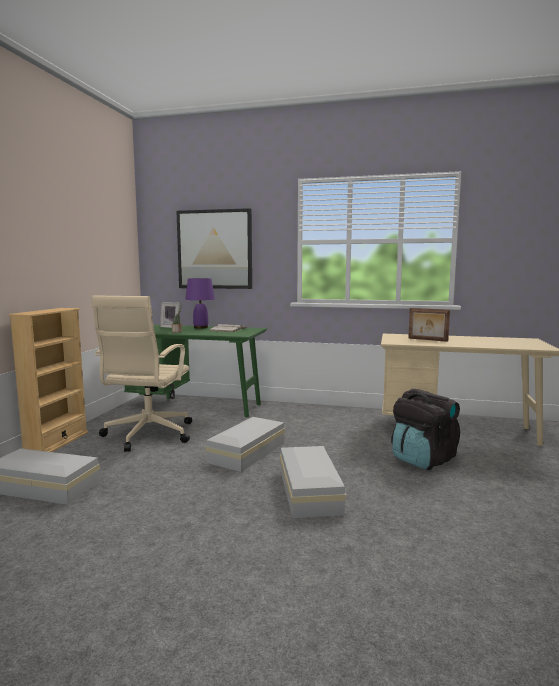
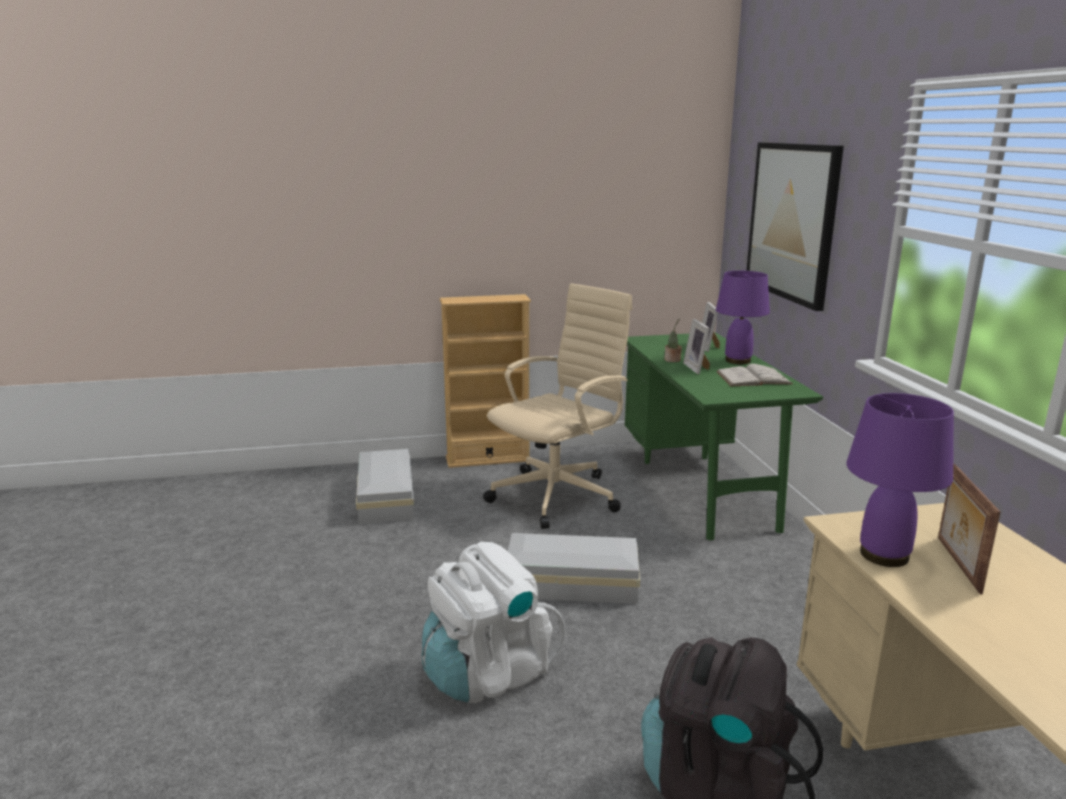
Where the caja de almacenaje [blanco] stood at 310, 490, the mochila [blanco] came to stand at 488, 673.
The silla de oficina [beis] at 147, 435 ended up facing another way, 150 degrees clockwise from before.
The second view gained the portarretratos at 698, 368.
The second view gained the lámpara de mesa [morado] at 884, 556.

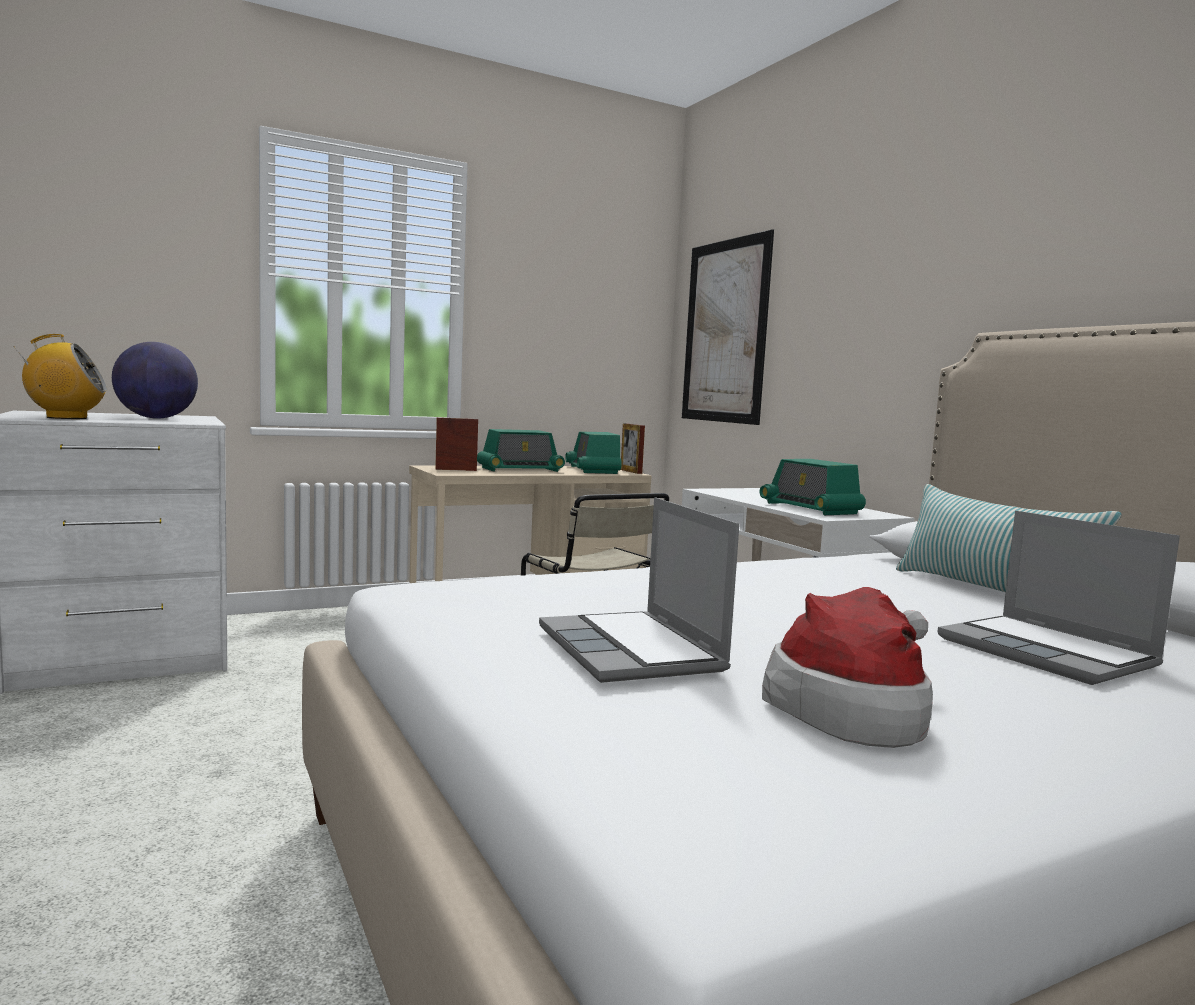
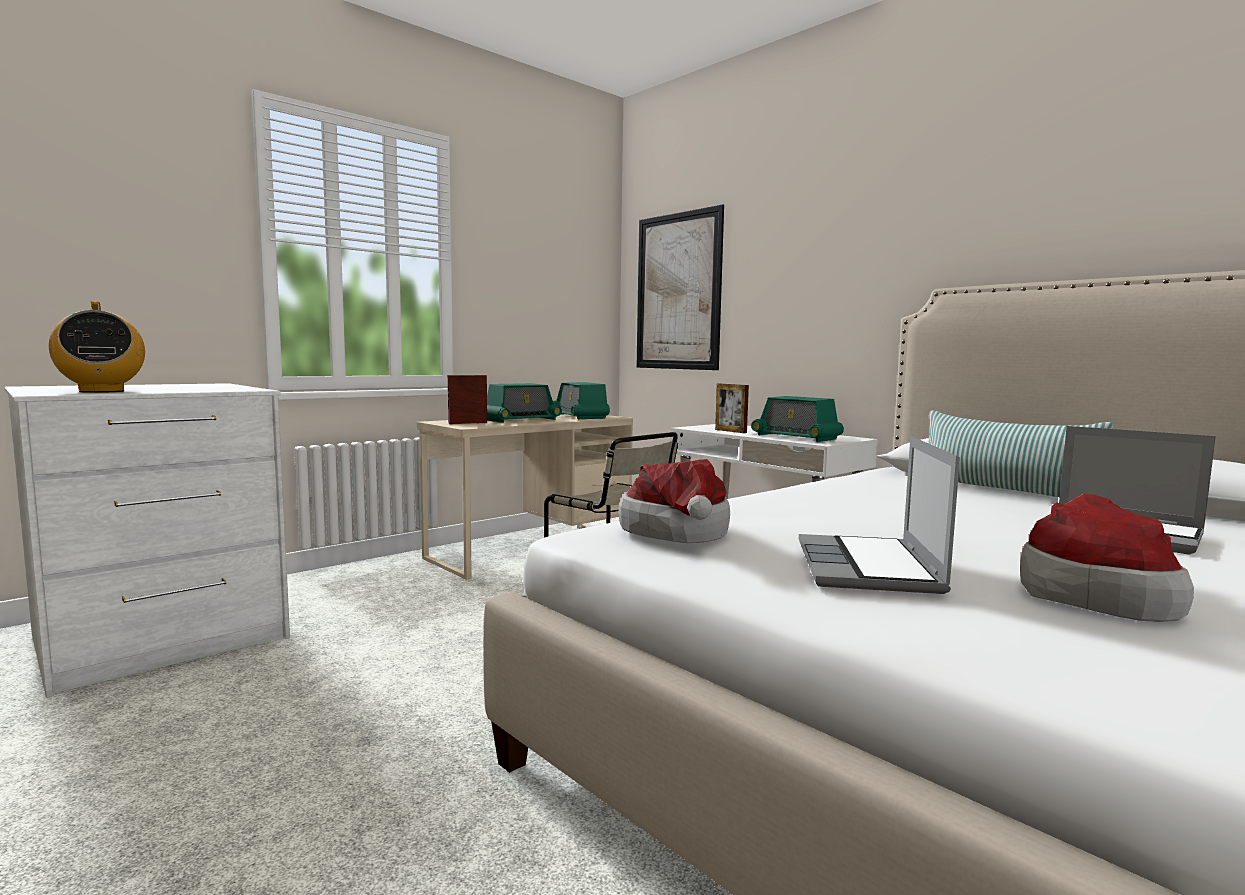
The radio at 66, 418 ended up facing another way, 90 degrees clockwise from before.
The second view gained the sombrero at 677, 533.
The portarretratos ended up elsewhere, having gone from 631, 471 to 730, 431.
The portátil at 632, 650 ended up facing another way, 45 degrees clockwise from before.
The second view lost the globo terráqueo at 156, 418.

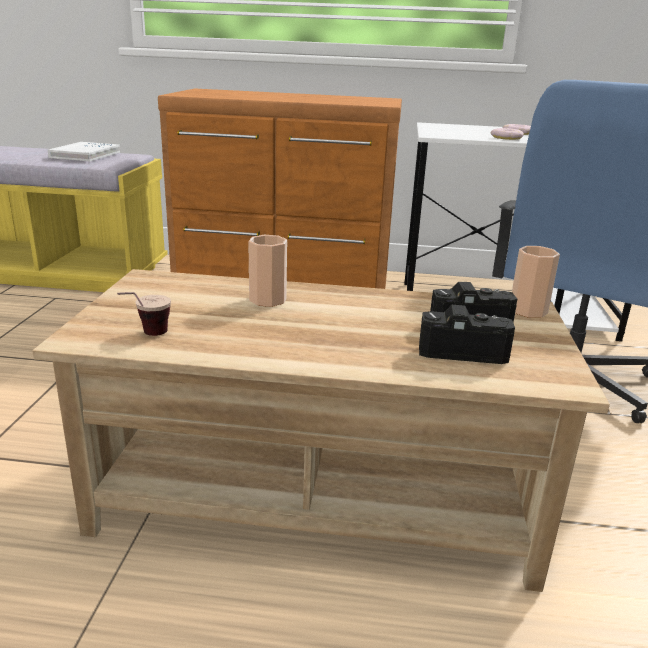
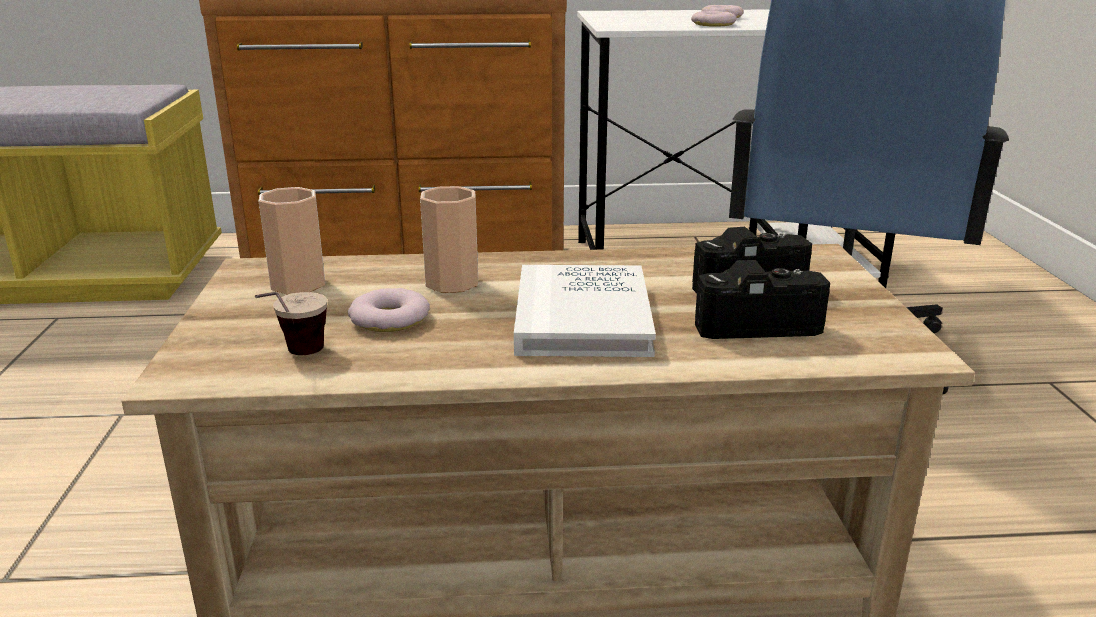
The taza ended up elsewhere, having gone from 528, 310 to 298, 284.
The second view gained the rosquilla at 389, 319.
The libro [blanco] ended up elsewhere, having gone from 85, 155 to 582, 317.

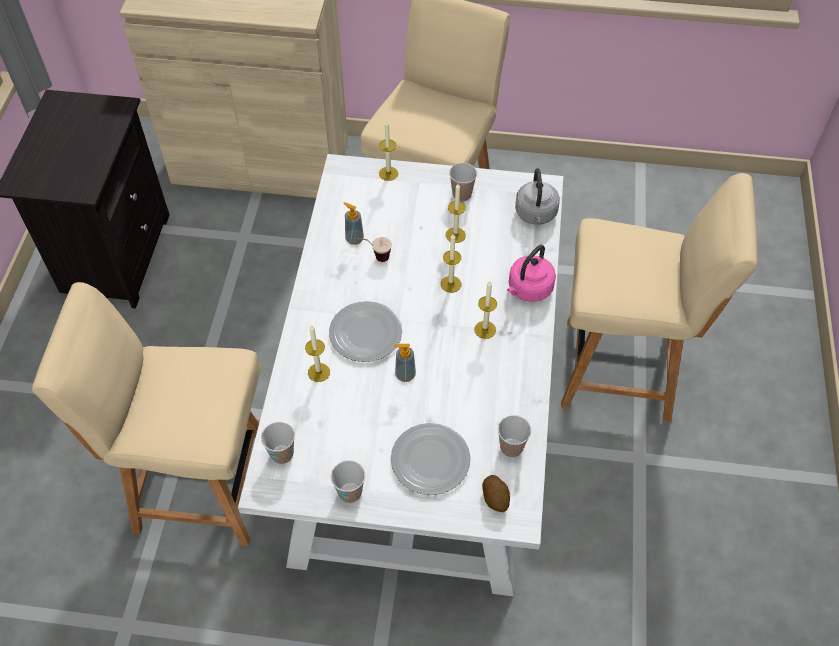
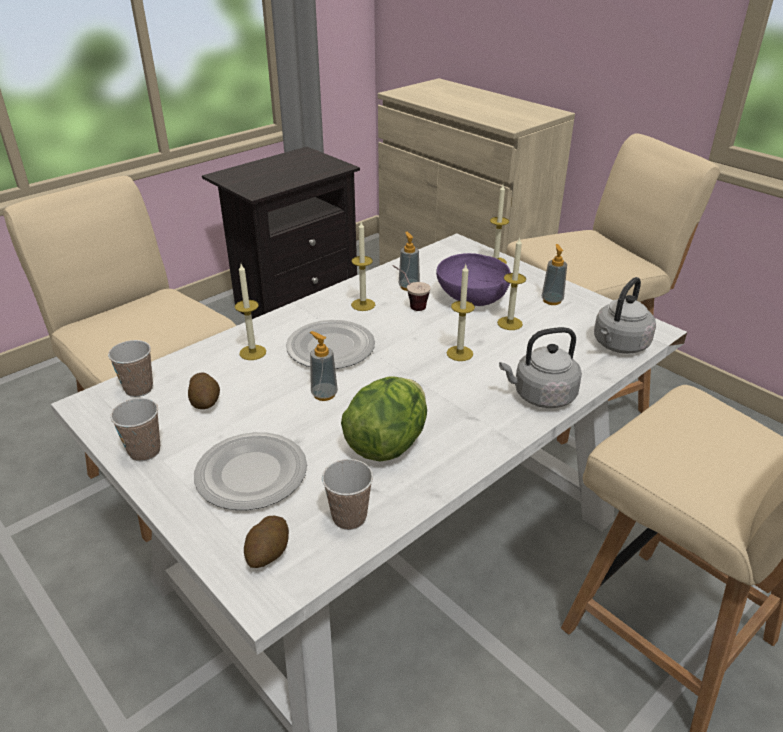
The second view gained the patata at 205, 402.
The second view gained the lechuga at 387, 443.
The vela ended up elsewhere, having gone from 485, 329 to 363, 304.
The second view gained the cuenco [morado] at 471, 297.
What was the hervidor [rosa] at 528, 289 turned into the hervidor [gris] at 541, 396.
Where the taza stood at 462, 194, the dispensador de jabón came to stand at 552, 300.

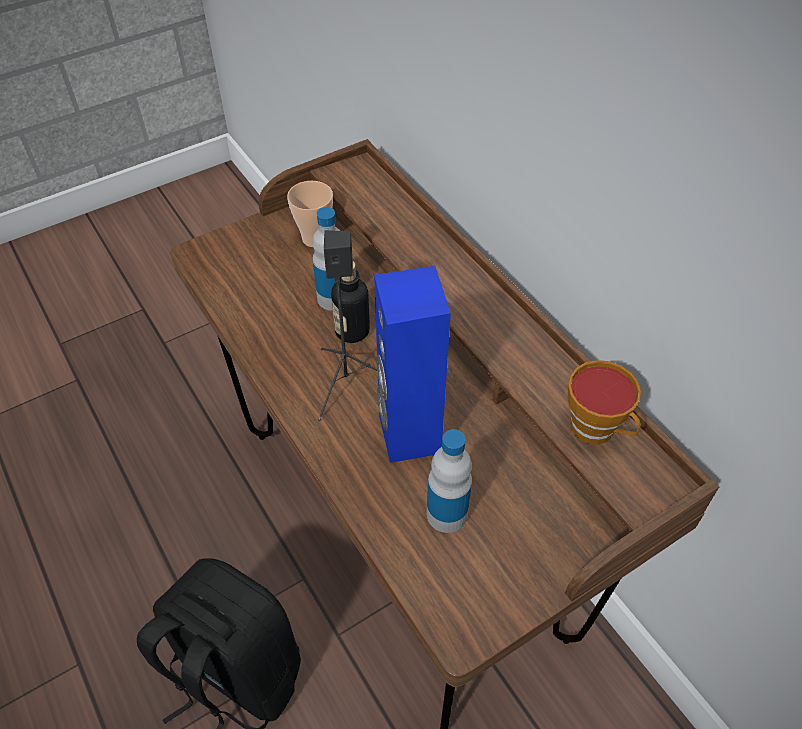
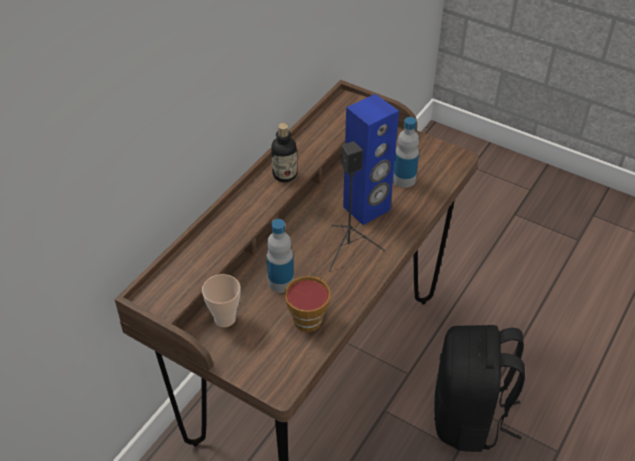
The botella ended up elsewhere, having gone from 352, 331 to 285, 175.
The taza ended up elsewhere, having gone from 597, 429 to 309, 317.

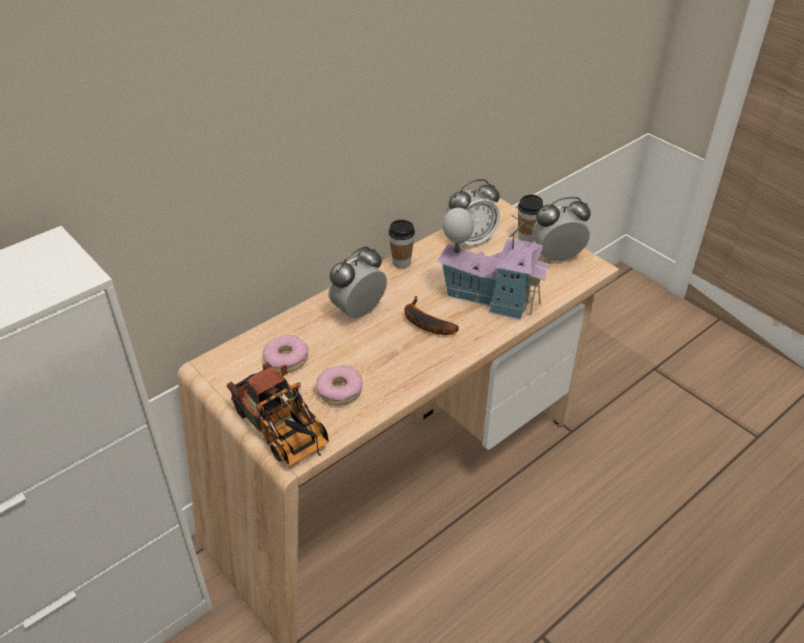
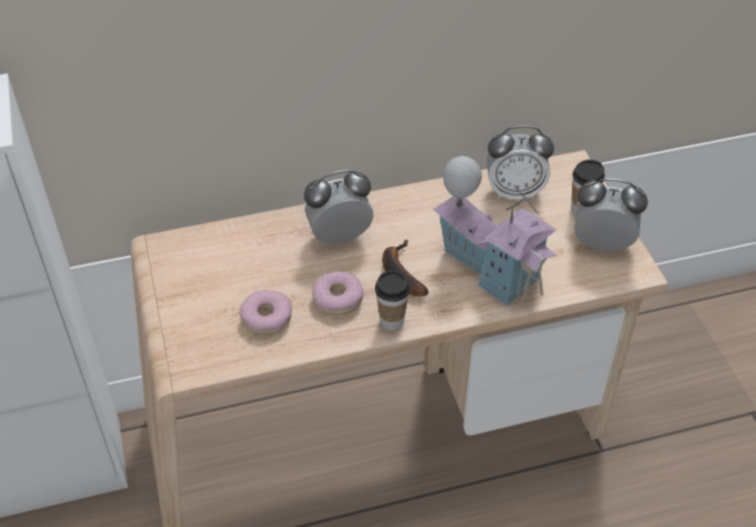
The rosquilla ended up elsewhere, having gone from 286, 359 to 338, 299.
The taza ended up elsewhere, having gone from 401, 263 to 391, 321.
The second view lost the camión de juguete at 283, 432.

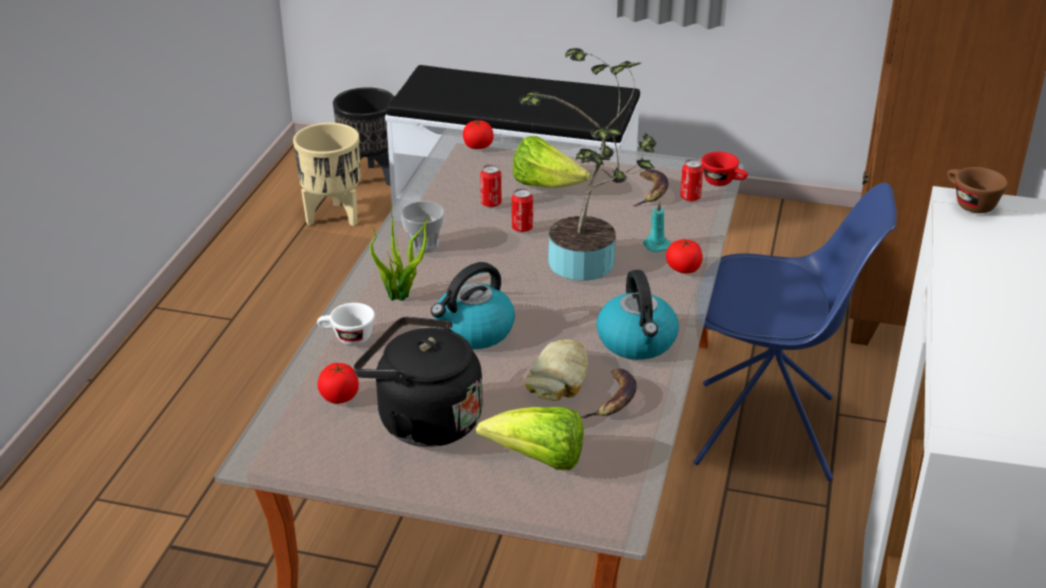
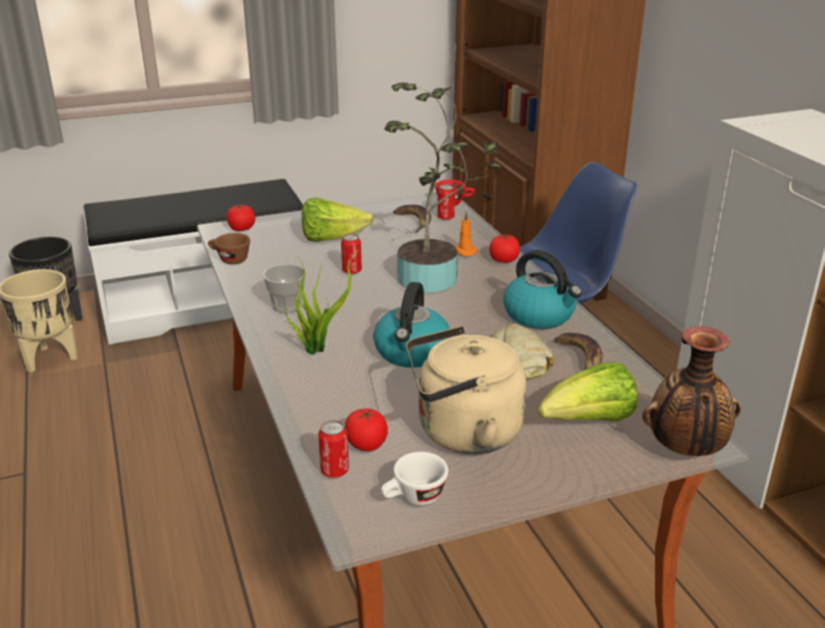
The taza [marrón] ended up elsewhere, having gone from 969, 203 to 229, 259.
The lata ended up elsewhere, having gone from 491, 203 to 334, 470.
The taza [blanco] ended up elsewhere, having gone from 347, 338 to 414, 498.
What was the hervidor [negro] at 423, 421 turned into the hervidor [beis] at 462, 433.
What was the vela [turquesa] at 655, 245 turned into the vela [naranja] at 463, 252.
The second view gained the florero at 685, 450.

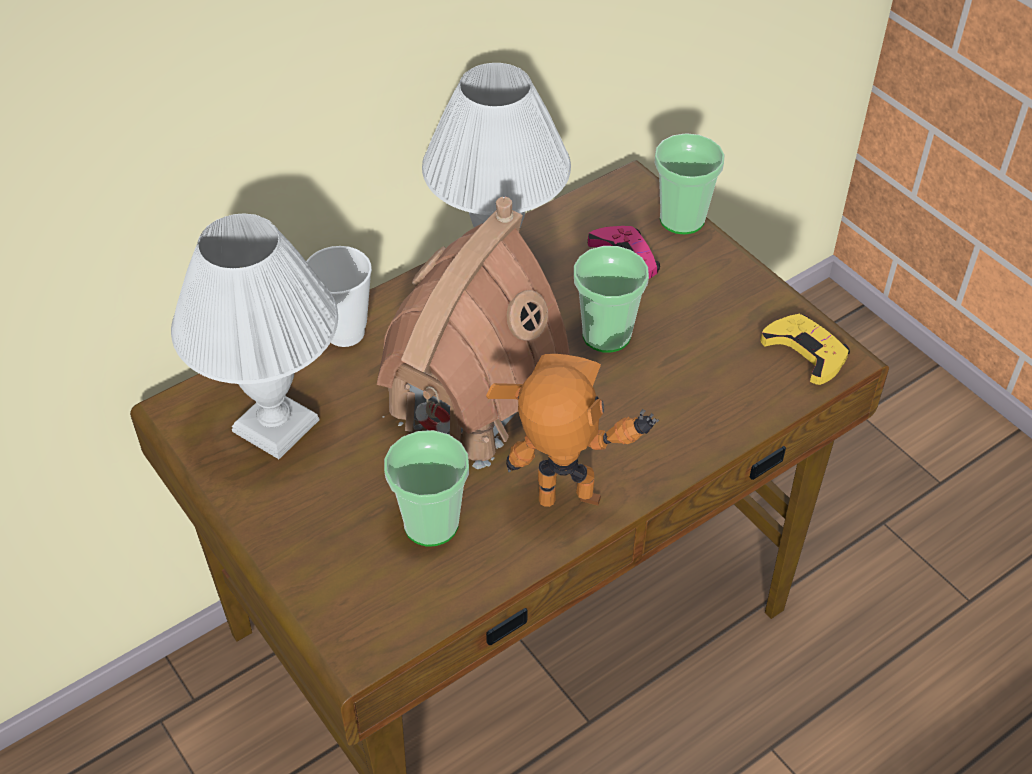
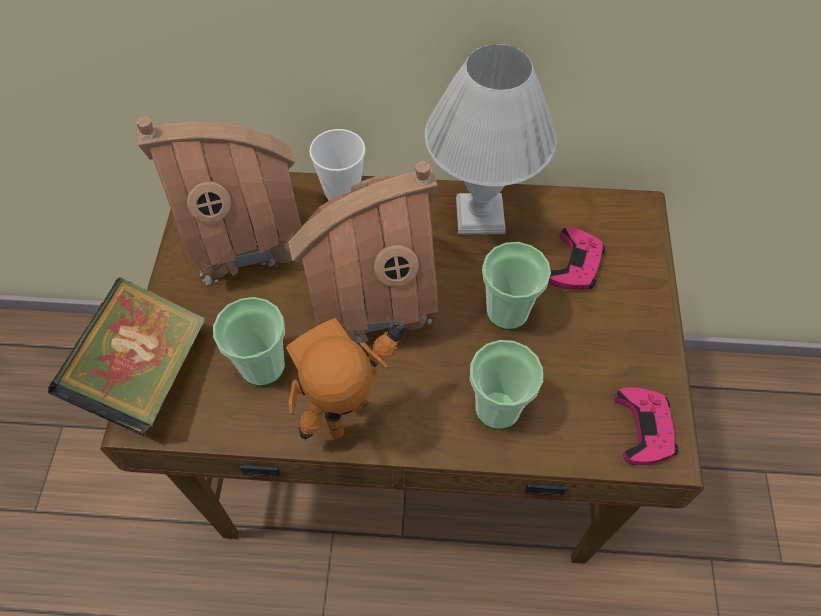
The second view gained the libro at 146, 374.
Where the lámpara de mesa [blanco] stood at 278, 426, the casita came to stand at 244, 234.
The robot de juguete at 570, 509 ended up facing another way, 90 degrees counterclockwise from before.
The taza ended up elsewhere, having gone from 682, 219 to 497, 408.
What was the mando de consola [amarillo] at 806, 352 turned into the mando de consola [rosa] at 644, 428.

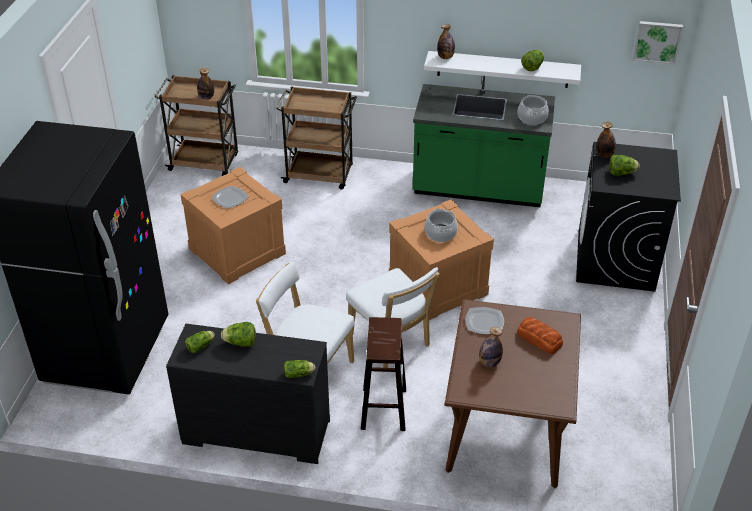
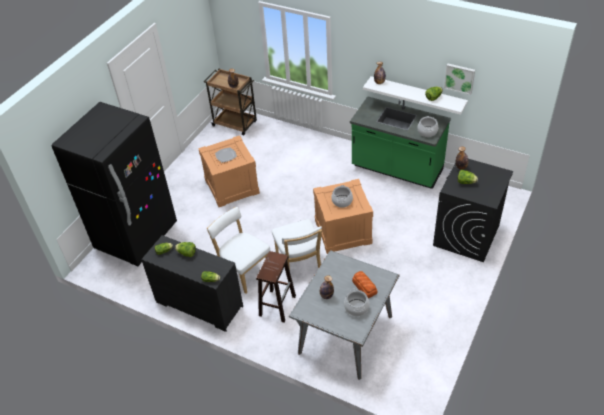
What was the mesa de comedor [marrón] at 506, 429 turned into the mesa de comedor [gris] at 345, 335.
The second view gained the olla at 356, 307.
The cuadro ended up elsewhere, having gone from 657, 41 to 459, 78.
The second view lost the carrito [marrón] at 320, 175.
The second view lost the plato at 485, 322.

